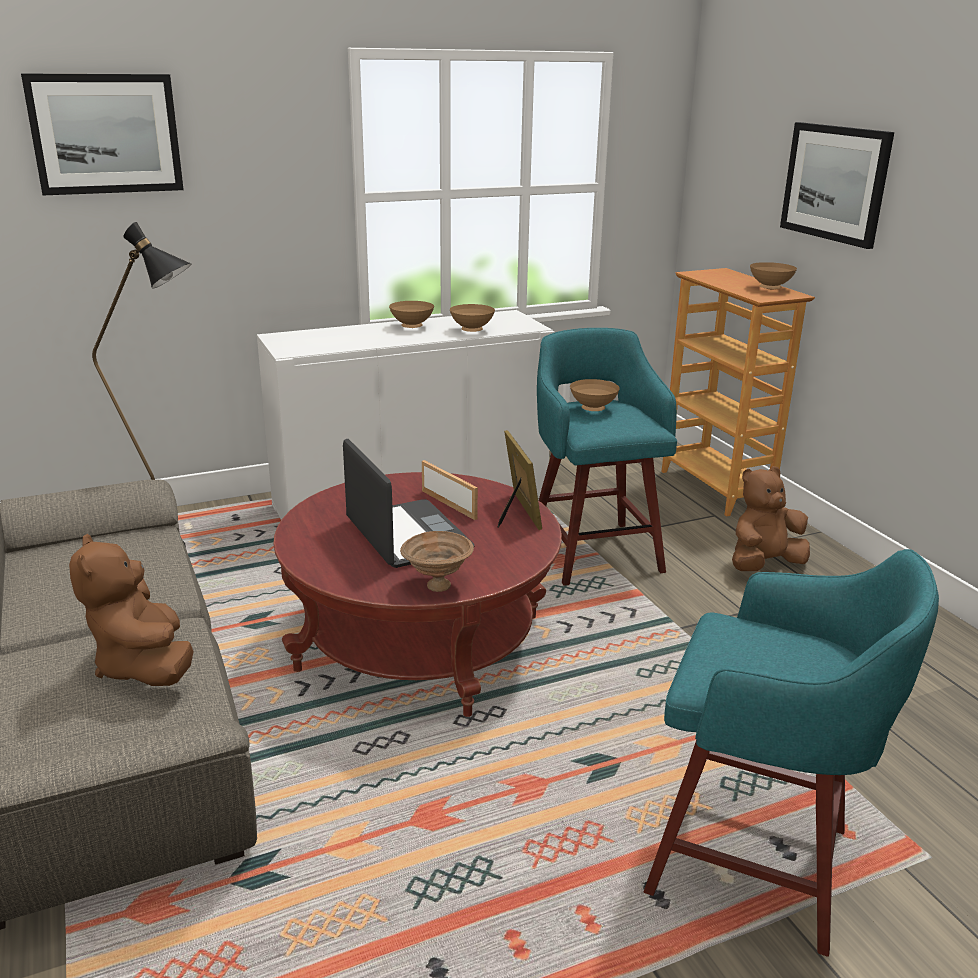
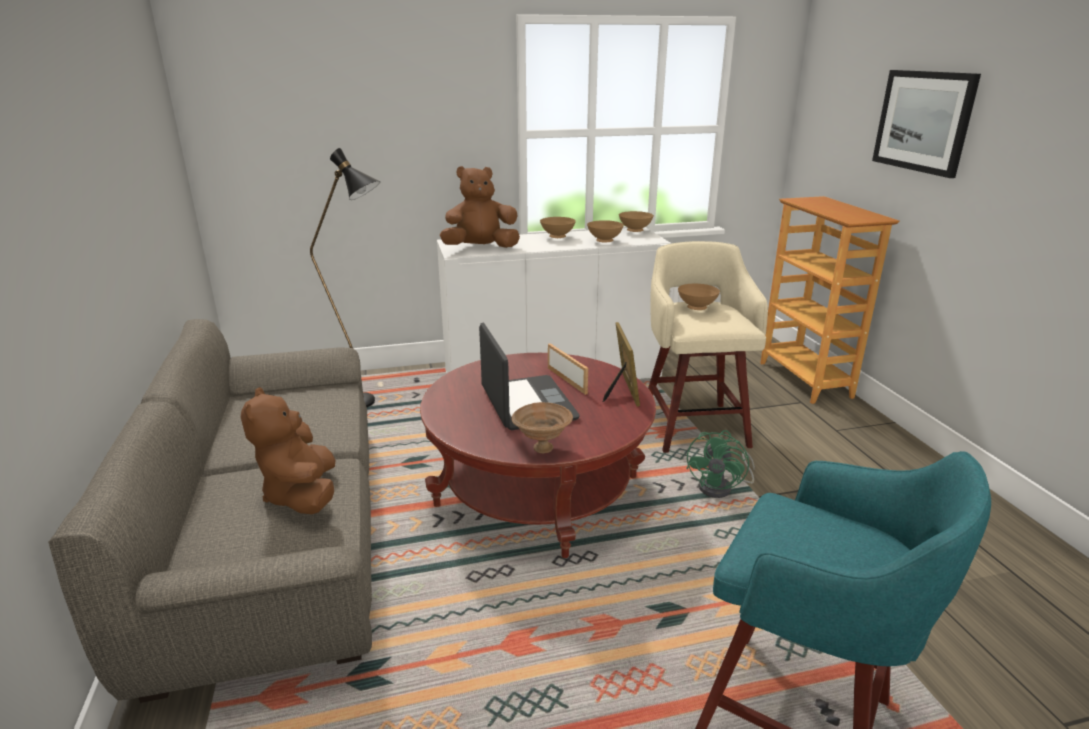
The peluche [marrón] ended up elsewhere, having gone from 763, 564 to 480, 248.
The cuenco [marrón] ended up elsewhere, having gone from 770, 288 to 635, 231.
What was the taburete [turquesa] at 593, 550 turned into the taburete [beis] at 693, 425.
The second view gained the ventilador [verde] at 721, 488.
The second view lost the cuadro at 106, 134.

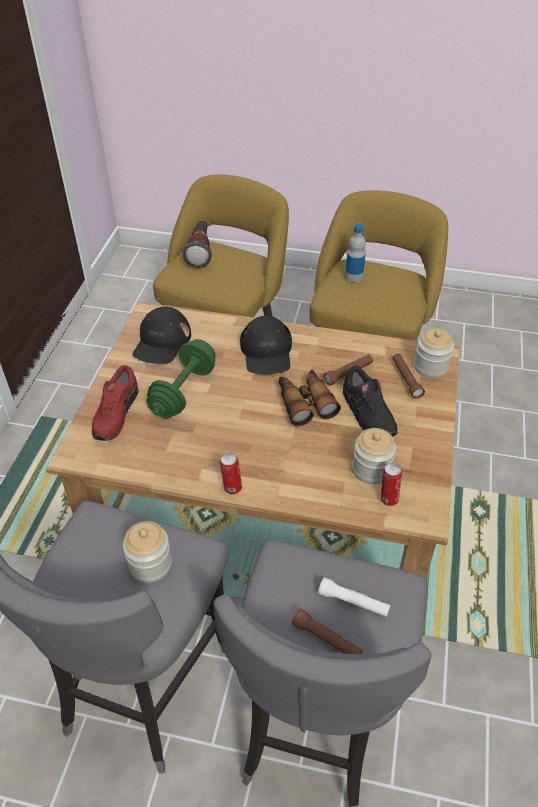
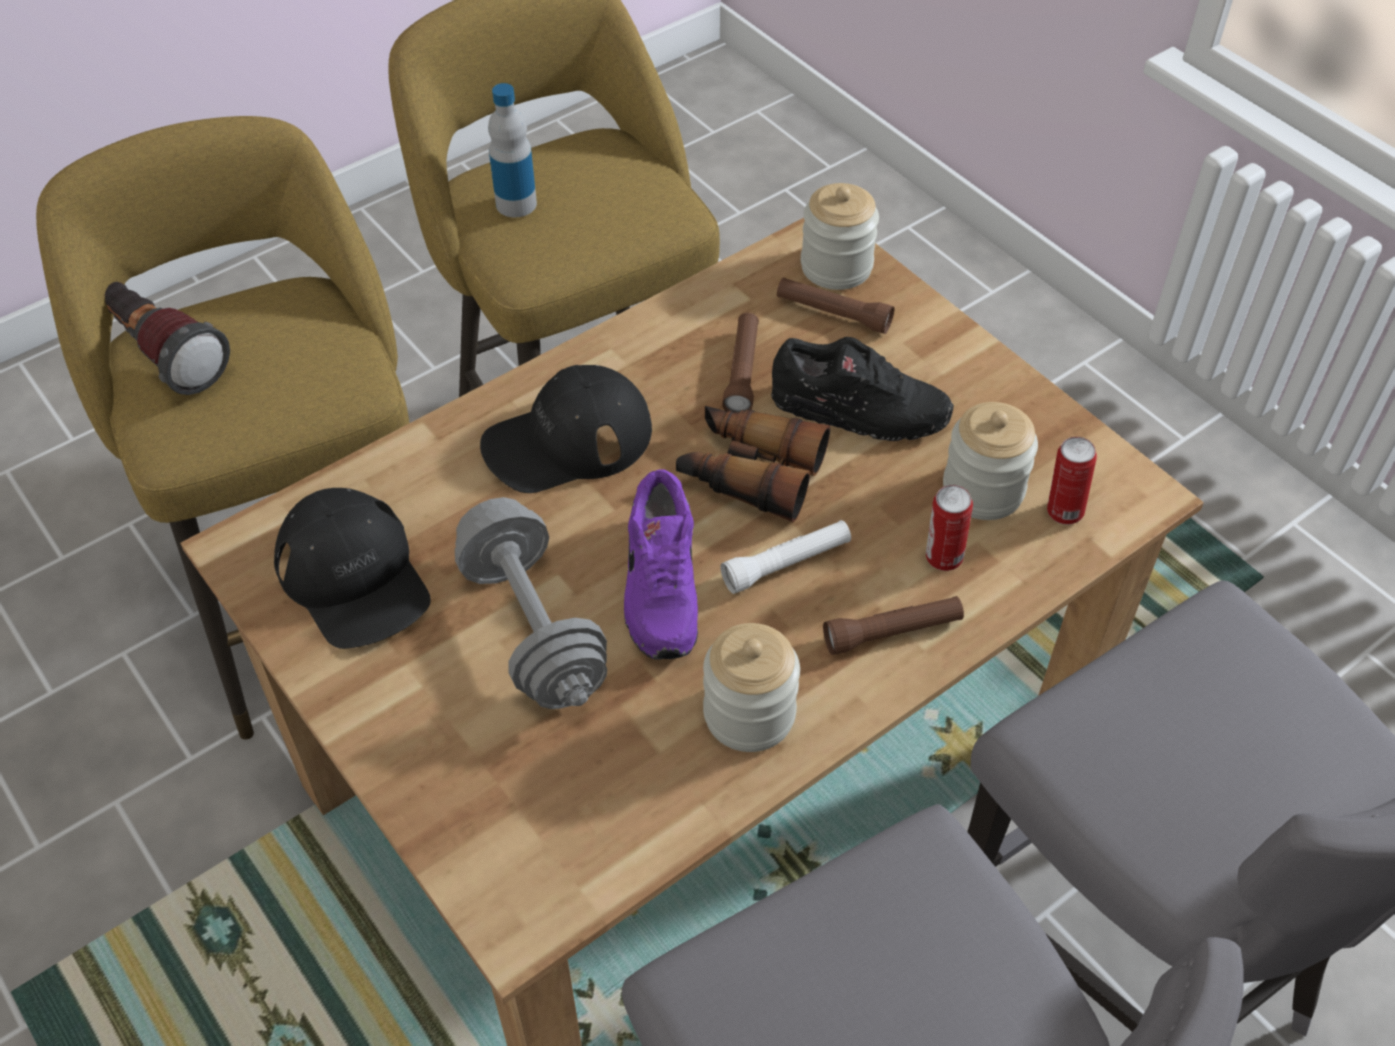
What was the mancuerna [verde] at 183, 391 turned into the mancuerna [gris] at 533, 628.
The gorra [negro] at 267, 352 ended up facing another way, 120 degrees clockwise from before.
The second view gained the zapato [morado] at 659, 587.
The tarro ended up elsewhere, having gone from 150, 564 to 749, 714.
The linterna [blanco] ended up elsewhere, having gone from 353, 602 to 786, 564.
The linterna [marrón] ended up elsewhere, having gone from 326, 639 to 892, 632.
The lata ended up elsewhere, having gone from 231, 488 to 942, 559.
The second view lost the zapato [rojo] at 115, 414.

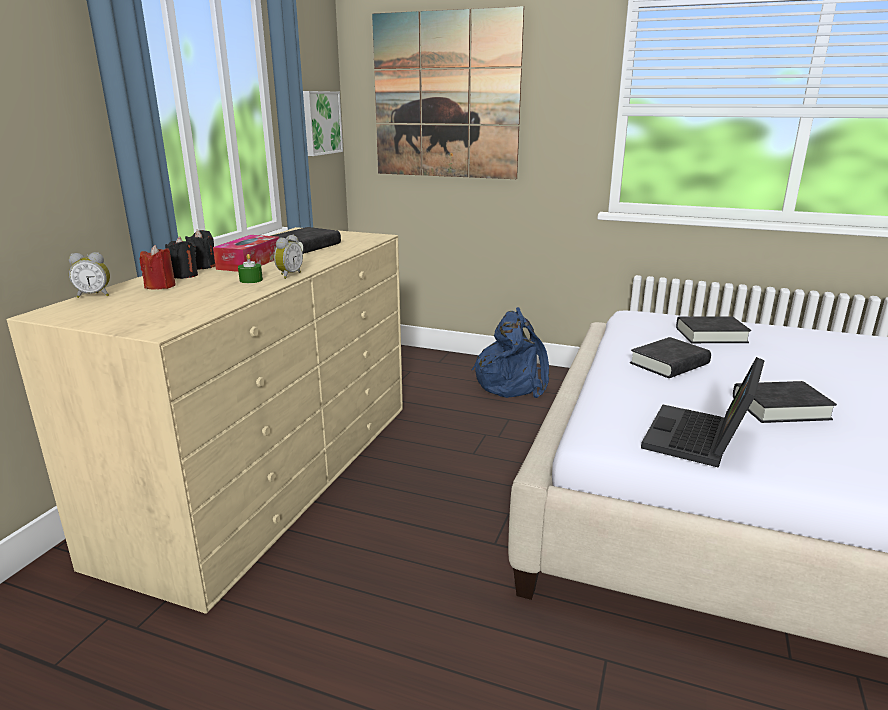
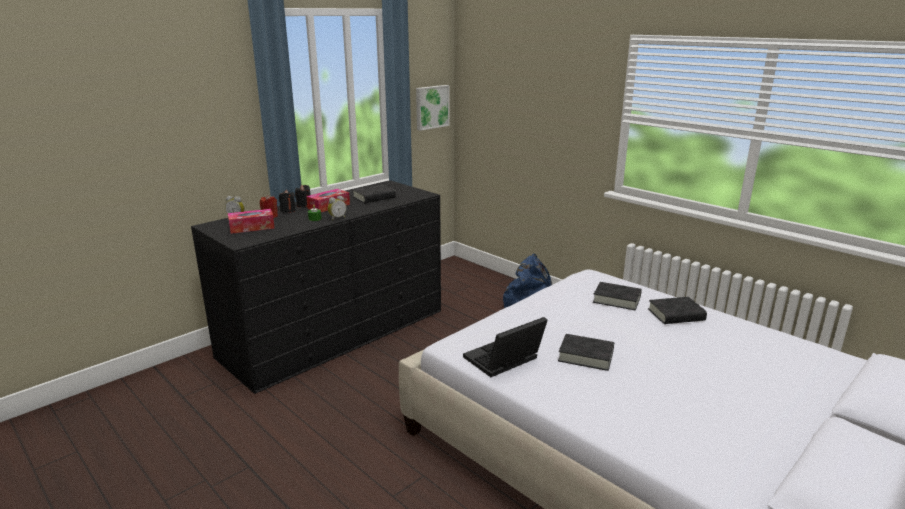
What was the cómoda [beis] at 272, 473 turned into the cómoda [negro] at 336, 333.
The second view gained the caja de pañuelos at 252, 227.
The libro [negro] ended up elsewhere, having gone from 669, 364 to 676, 315.
The second view lost the cuadro at 445, 96.

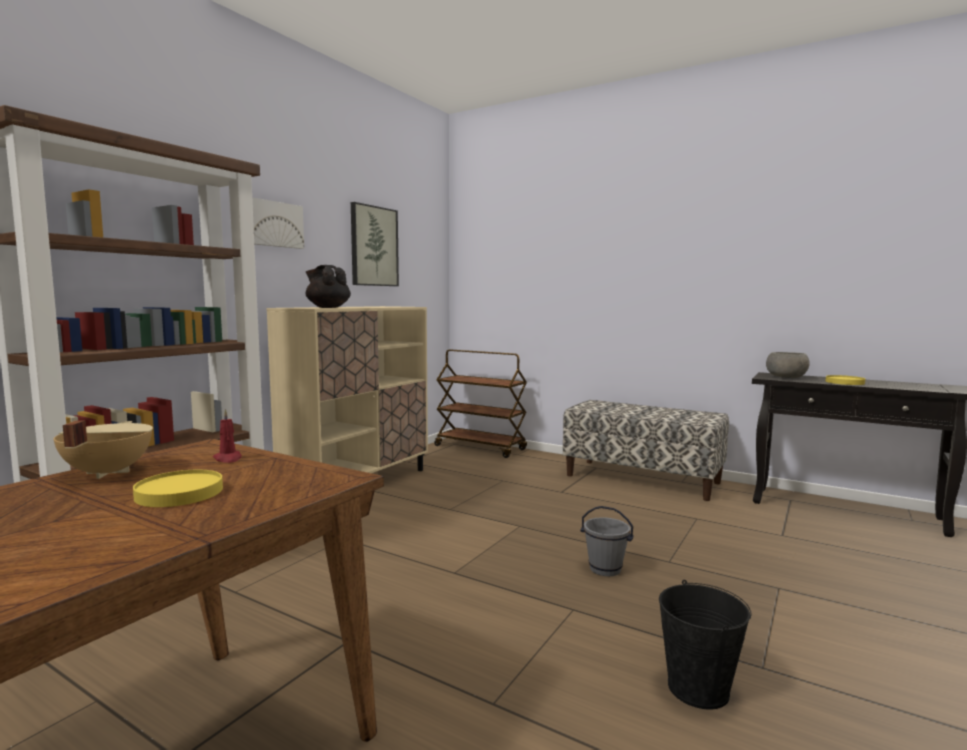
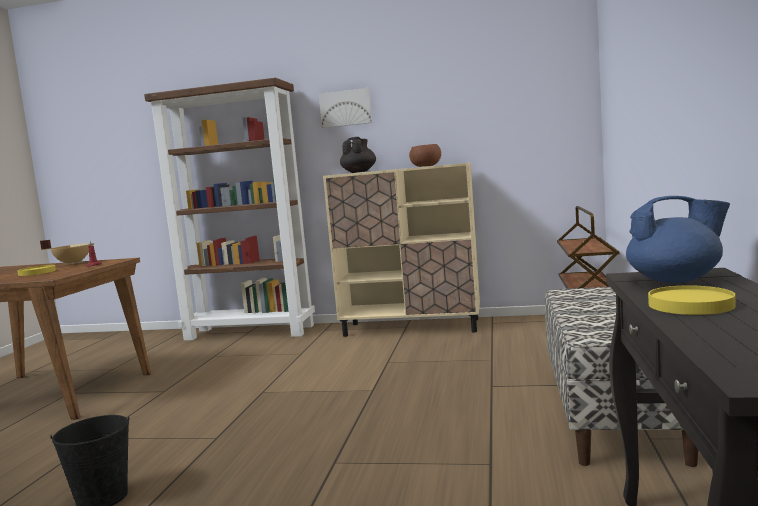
The second view gained the cuenco [marrón] at 426, 166.
Where the cuenco [gris] stood at 786, 377, the tetera [azul] came to stand at 675, 280.
The second view lost the cuadro at 373, 246.
The second view lost the cubo [gris] at 605, 569.

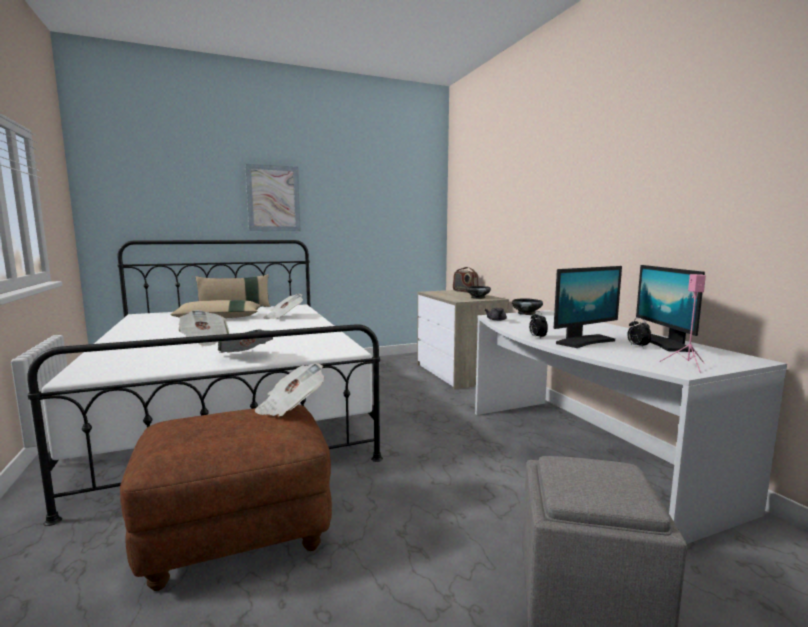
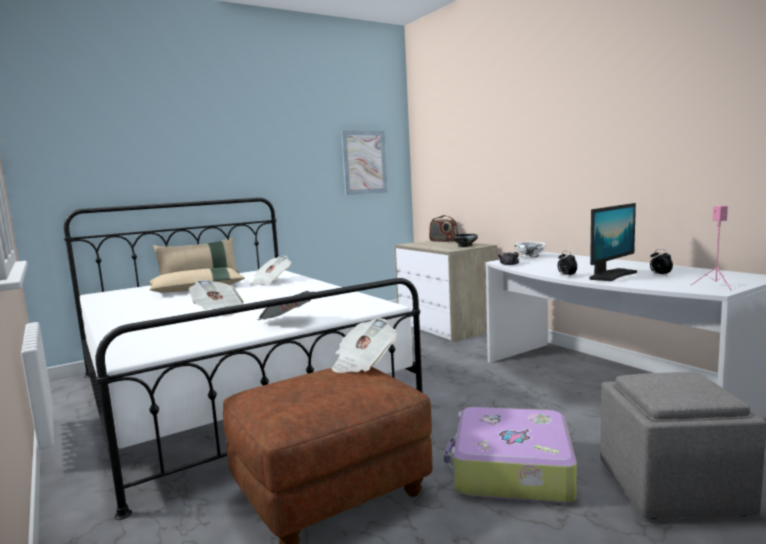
The cuadro ended up elsewhere, having gone from 273, 198 to 364, 162.
The second view gained the maleta at 510, 470.
What was the cuenco [negro] at 526, 313 turned into the cuenco [blanco] at 530, 256.
The second view lost the monitor at 663, 343.

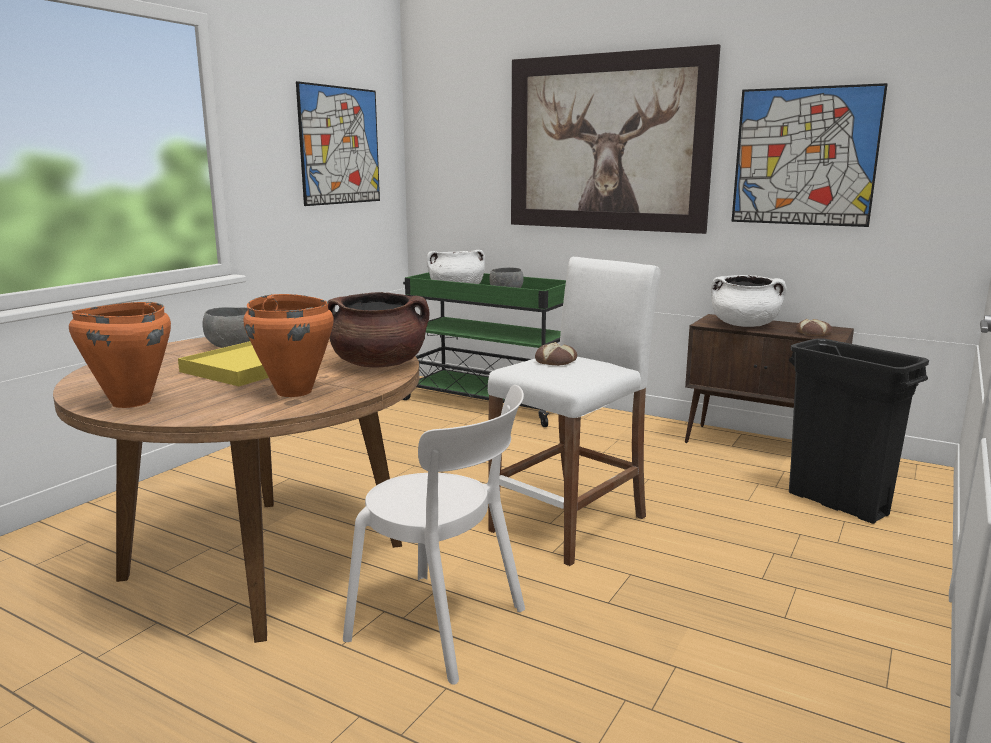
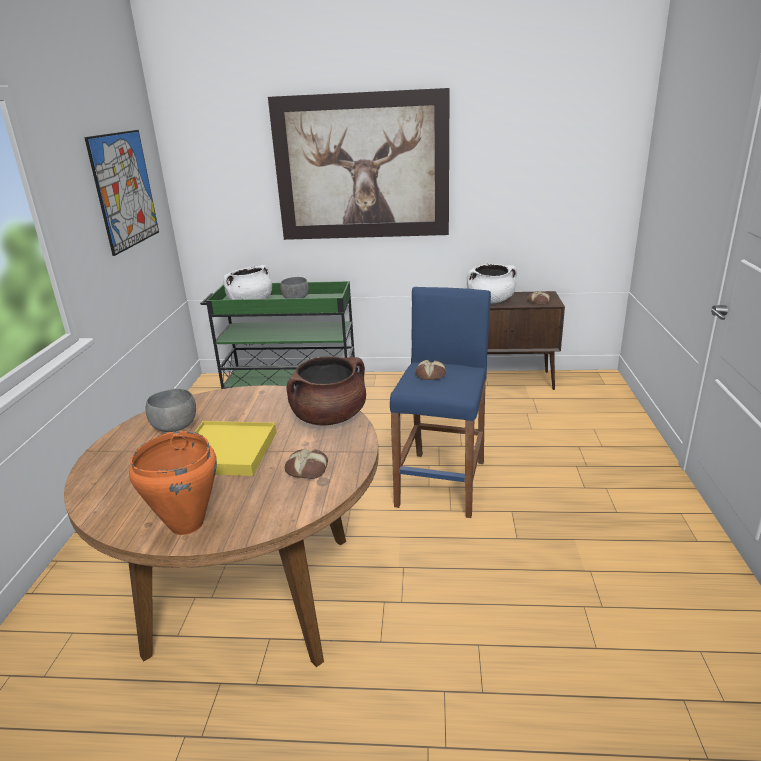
Where the olla [naranja] stood at 294, 391, the pan came to stand at 307, 468.
What was the taburete [blanco] at 570, 524 turned into the taburete [azul] at 442, 483.
The second view lost the silla [blanco] at 444, 626.
The second view lost the cuadro at 804, 157.
The second view lost the papelera [negro] at 838, 504.

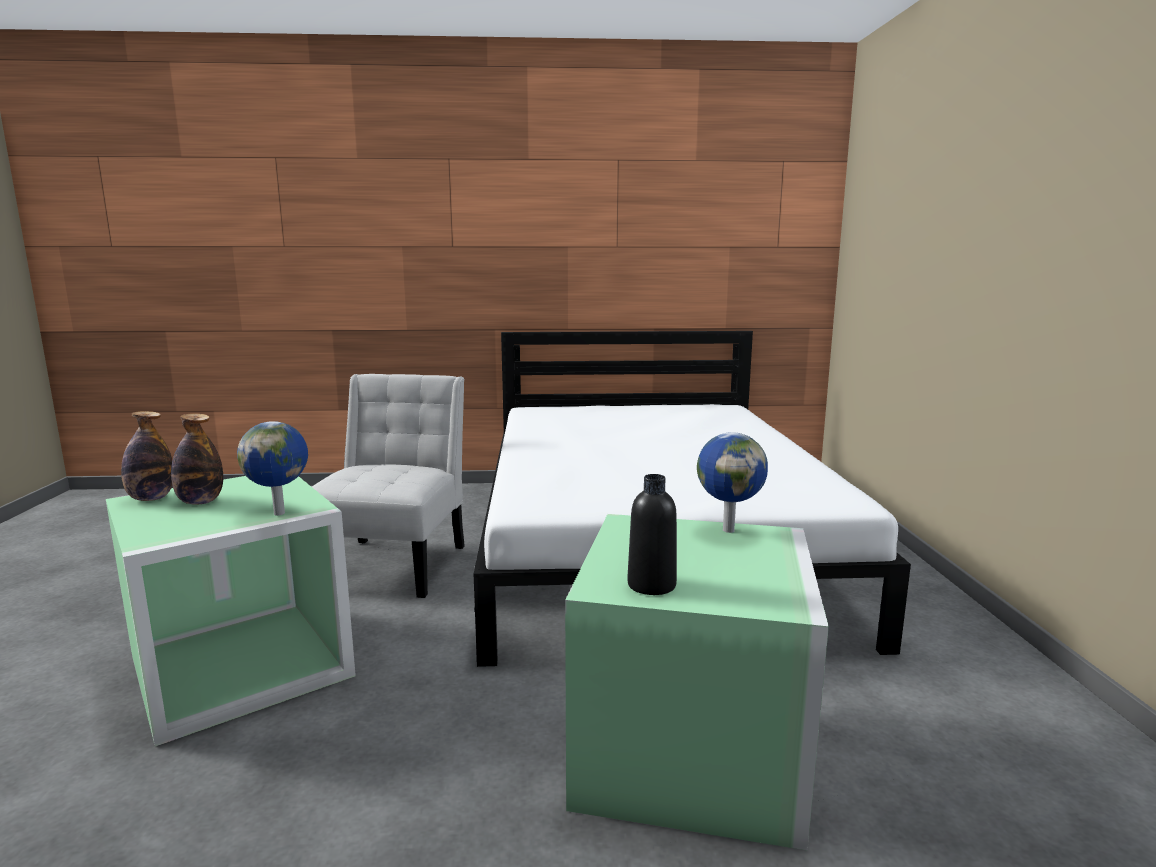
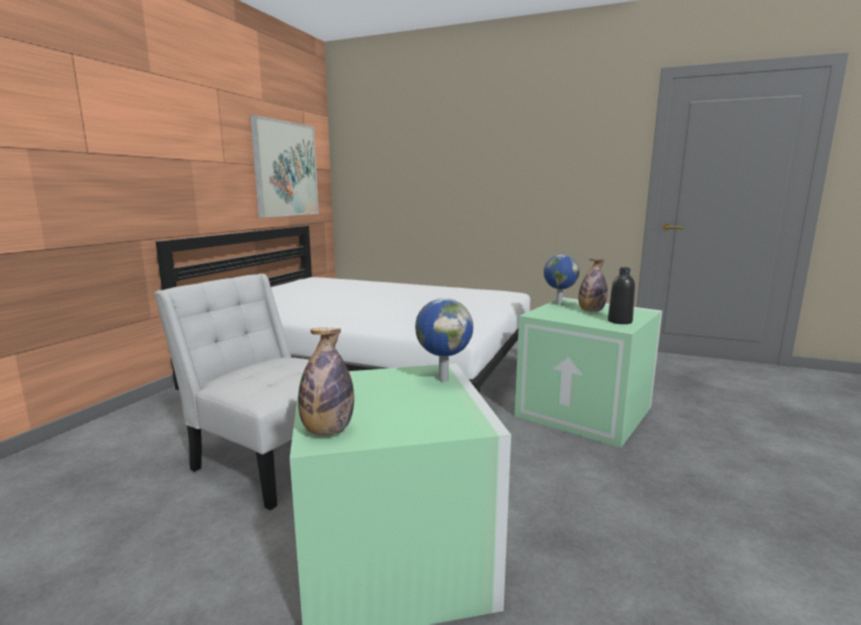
The second view gained the cuadro at 286, 169.
The botella ended up elsewhere, having gone from 200, 502 to 591, 311.

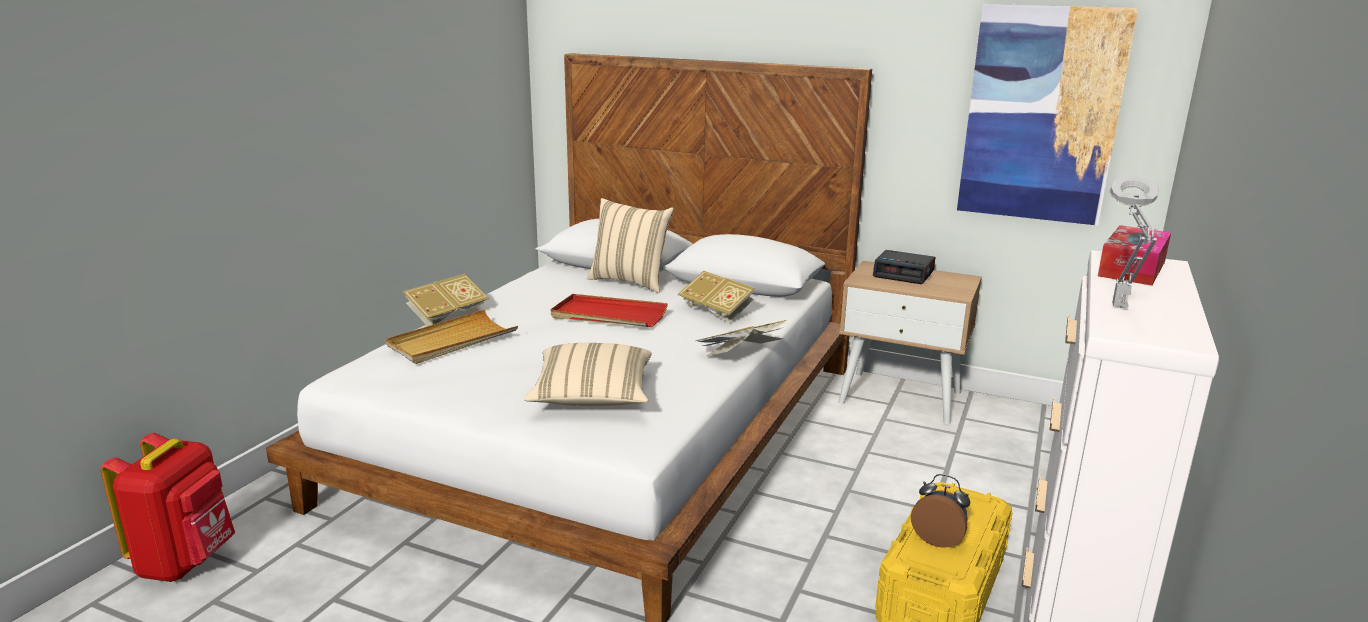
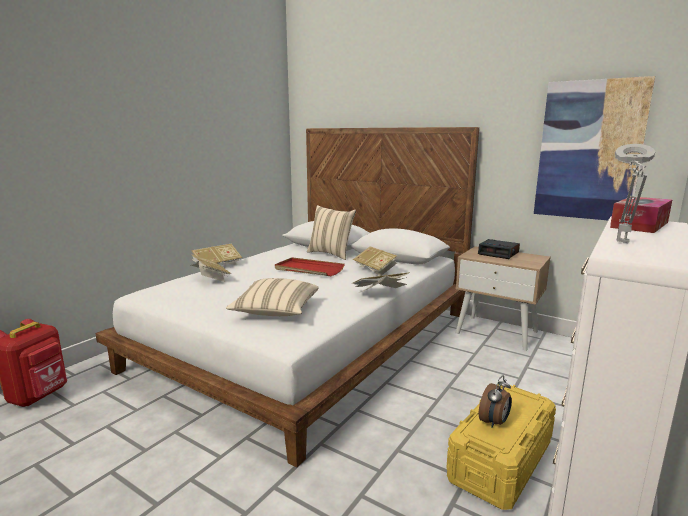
Where the bandeja [beis] stood at 452, 341, the libro came to stand at 210, 278.
The despertador at 938, 539 ended up facing another way, 90 degrees clockwise from before.

